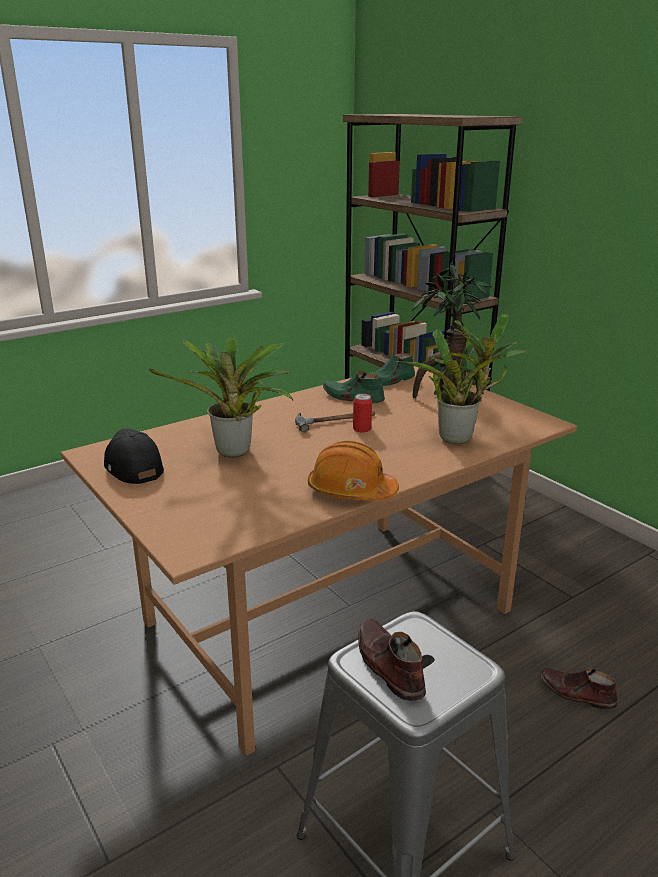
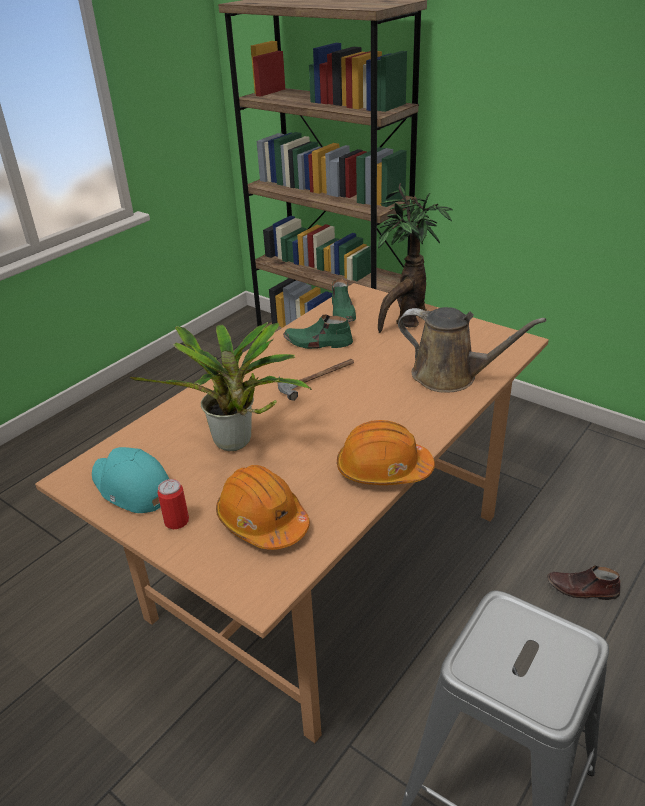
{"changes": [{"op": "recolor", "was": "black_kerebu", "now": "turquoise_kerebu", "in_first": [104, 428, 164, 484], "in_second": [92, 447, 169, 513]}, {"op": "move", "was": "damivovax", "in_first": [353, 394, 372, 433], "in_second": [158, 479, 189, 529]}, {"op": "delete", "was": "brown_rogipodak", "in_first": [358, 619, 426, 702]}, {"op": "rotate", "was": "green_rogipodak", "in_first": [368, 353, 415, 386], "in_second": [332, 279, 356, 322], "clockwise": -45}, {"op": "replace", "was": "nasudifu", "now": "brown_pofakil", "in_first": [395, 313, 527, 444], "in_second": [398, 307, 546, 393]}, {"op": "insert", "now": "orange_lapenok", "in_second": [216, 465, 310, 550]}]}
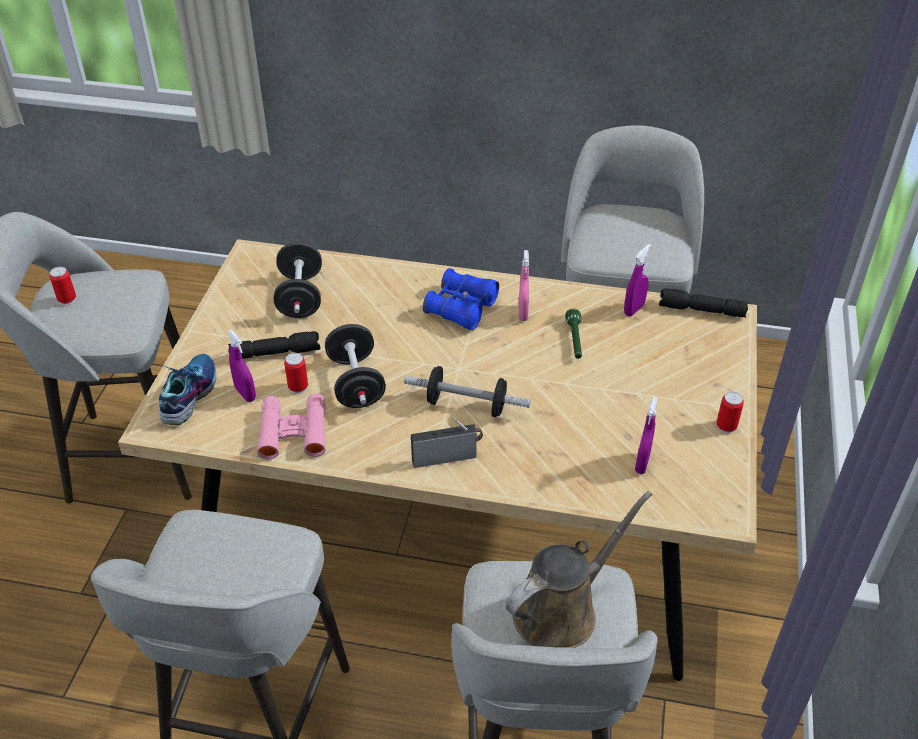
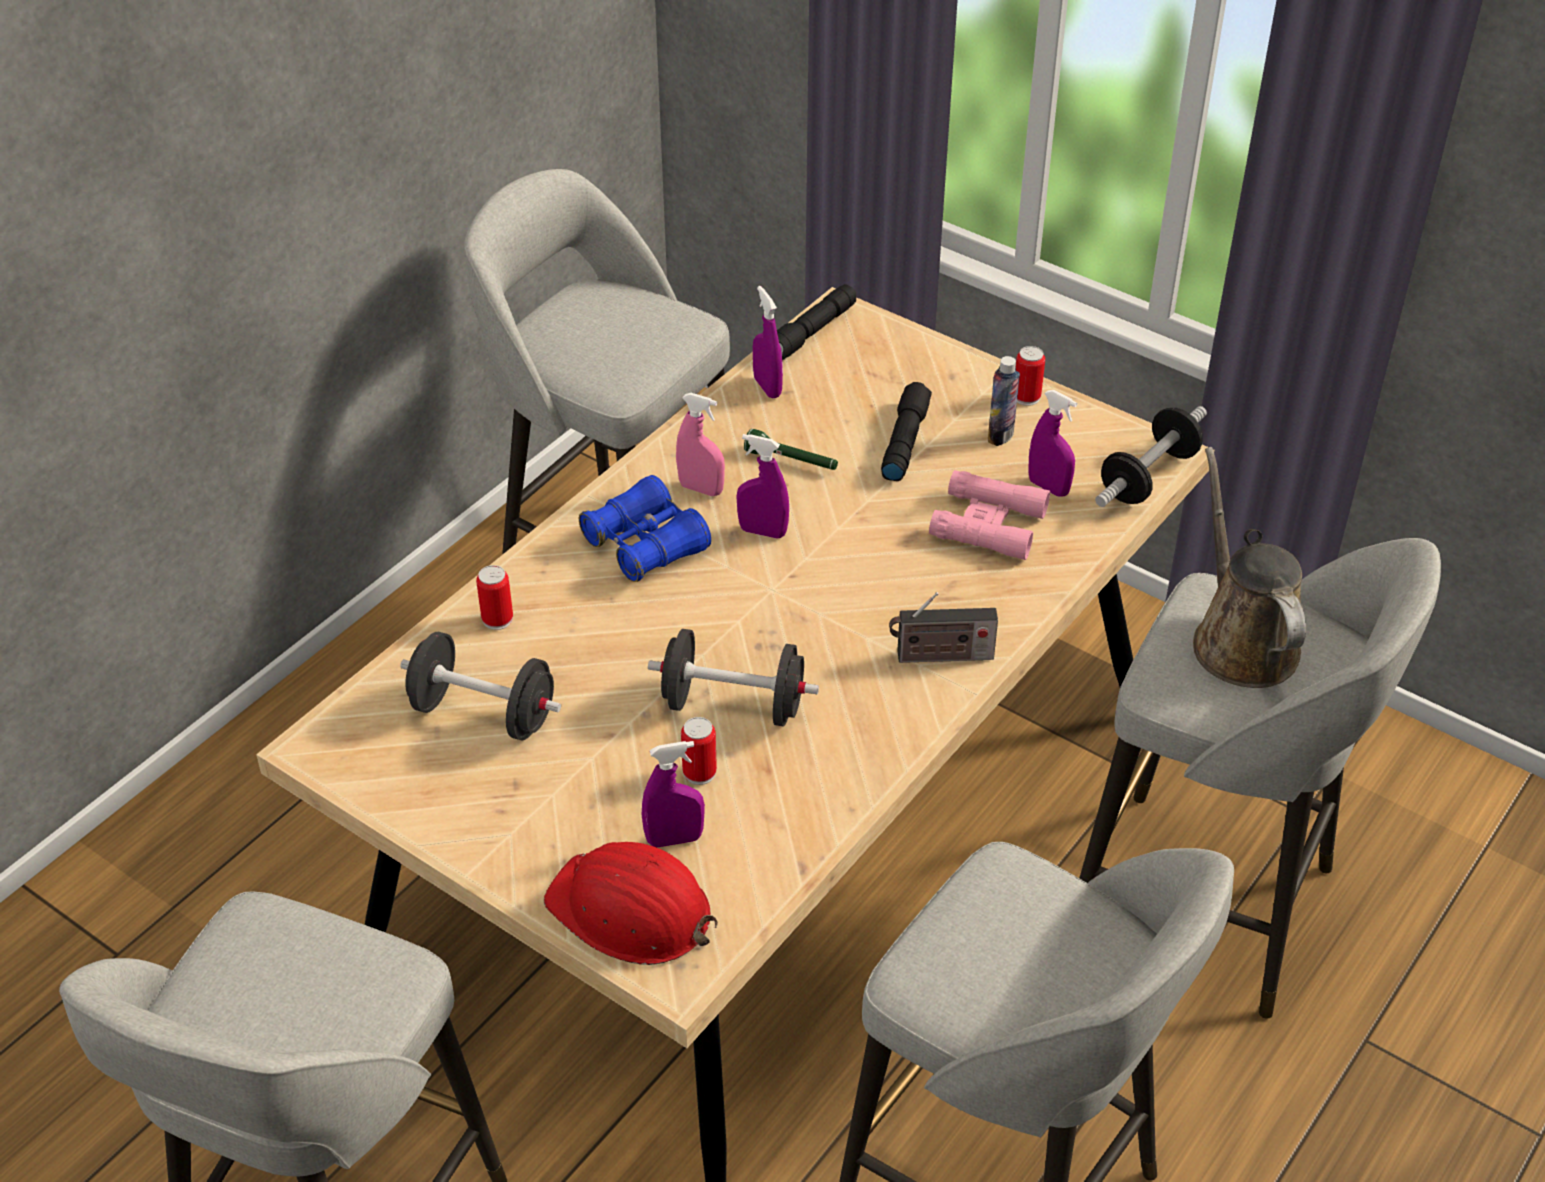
{"changes": [{"op": "move", "was": "damivovax", "in_first": [49, 267, 76, 305], "in_second": [476, 565, 513, 630]}, {"op": "replace", "was": "rogipodak", "now": "red_lapenok", "in_first": [159, 354, 216, 425], "in_second": [544, 842, 718, 965]}, {"op": "move", "was": "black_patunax", "in_first": [228, 331, 320, 359], "in_second": [881, 382, 932, 481]}, {"op": "move", "was": "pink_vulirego", "in_first": [257, 394, 326, 459], "in_second": [929, 470, 1050, 560]}, {"op": "move", "was": "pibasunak", "in_first": [404, 366, 531, 417], "in_second": [1095, 406, 1207, 507]}, {"op": "rotate", "was": "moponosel", "in_first": [411, 417, 483, 468], "in_second": [889, 592, 998, 663], "clockwise": -105}, {"op": "insert", "now": "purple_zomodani", "in_second": [737, 434, 789, 539]}, {"op": "insert", "now": "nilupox", "in_second": [988, 356, 1020, 446]}]}
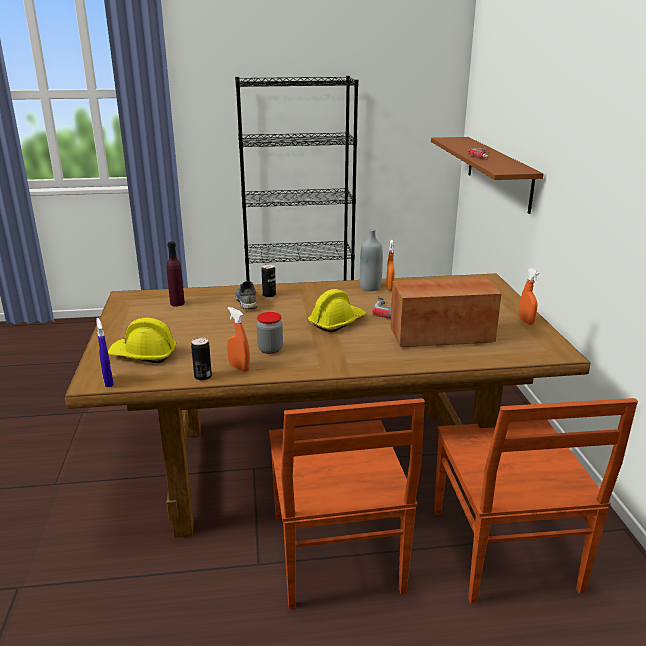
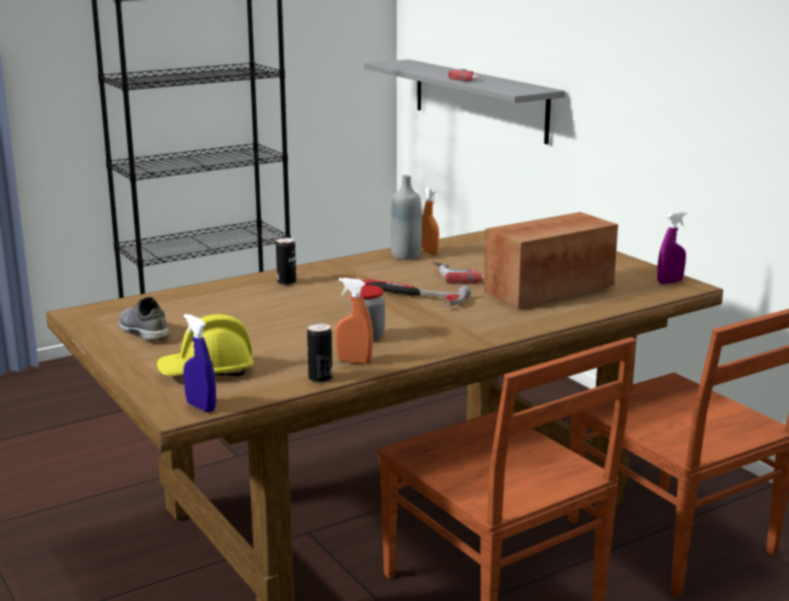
{"changes": [{"op": "delete", "was": "purple_nilupox", "in_first": [167, 241, 185, 307]}, {"op": "move", "was": "grey_rogipodak", "in_first": [235, 281, 257, 309], "in_second": [119, 297, 170, 341]}, {"op": "replace", "was": "yellow_lapenok", "now": "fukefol", "in_first": [308, 289, 366, 332], "in_second": [362, 279, 471, 306]}, {"op": "recolor", "was": "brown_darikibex", "now": "grey_darikibex", "in_first": [431, 137, 544, 214], "in_second": [364, 59, 565, 144]}, {"op": "delete", "was": "orange_zomodani", "in_first": [519, 268, 540, 325]}, {"op": "insert", "now": "purple_zomodani", "in_second": [657, 211, 687, 284]}]}
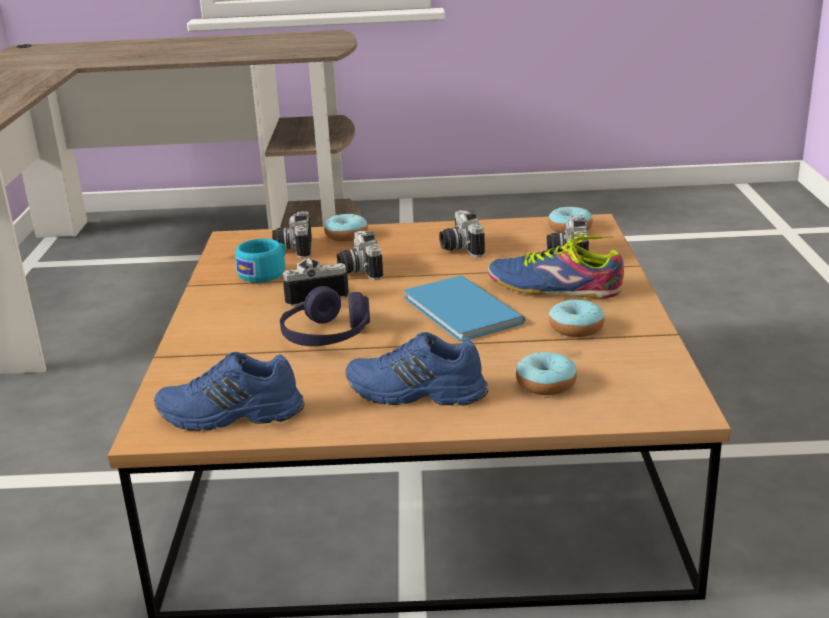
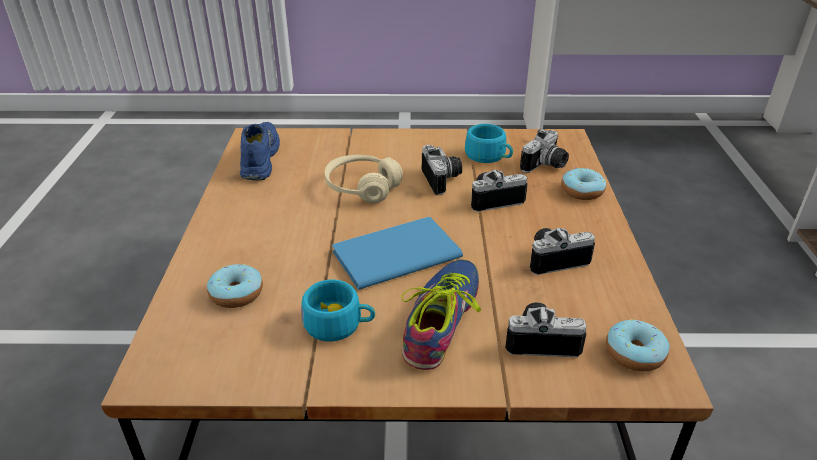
{"changes": [{"op": "rotate", "was": "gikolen", "in_first": [272, 211, 312, 258], "in_second": [520, 129, 569, 173], "clockwise": 135}, {"op": "recolor", "was": "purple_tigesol", "now": "beige_tigesol", "in_first": [280, 286, 370, 346], "in_second": [325, 155, 403, 203]}, {"op": "delete", "was": "blue_rogipodak", "in_first": [346, 332, 488, 406]}, {"op": "replace", "was": "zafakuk", "now": "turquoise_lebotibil", "in_first": [549, 299, 604, 337], "in_second": [301, 280, 375, 342]}]}
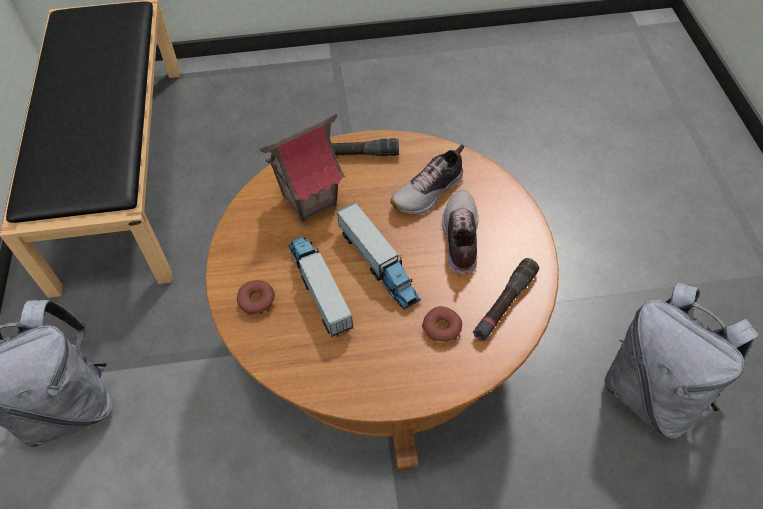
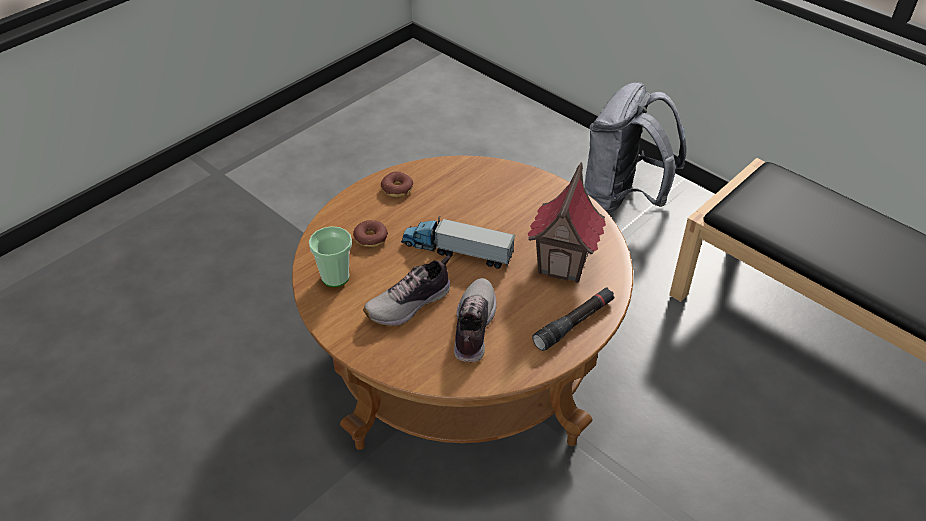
{"changes": [{"op": "move", "was": "zafakuk", "in_first": [237, 280, 275, 315], "in_second": [381, 171, 413, 197]}, {"op": "delete", "was": "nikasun", "in_first": [288, 237, 353, 337]}, {"op": "rotate", "was": "rogipodak", "in_first": [442, 190, 479, 274], "in_second": [363, 255, 451, 326], "clockwise": 90}, {"op": "replace", "was": "black_patunax", "now": "lebotibil", "in_first": [473, 258, 539, 341], "in_second": [309, 226, 352, 287]}, {"op": "delete", "was": "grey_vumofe", "in_first": [604, 282, 759, 439]}]}
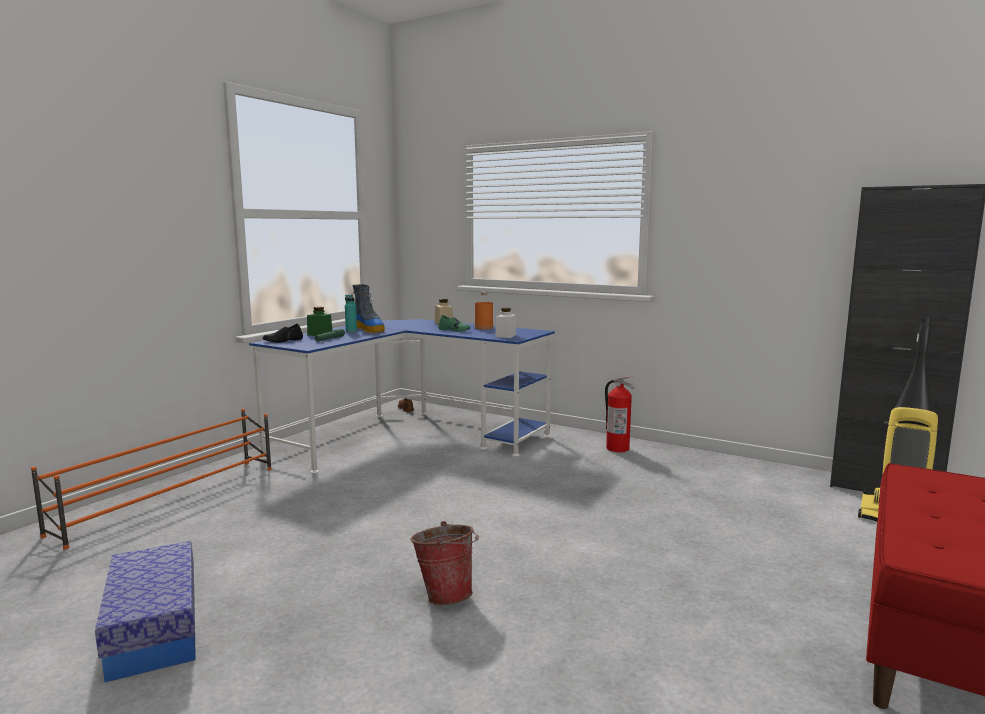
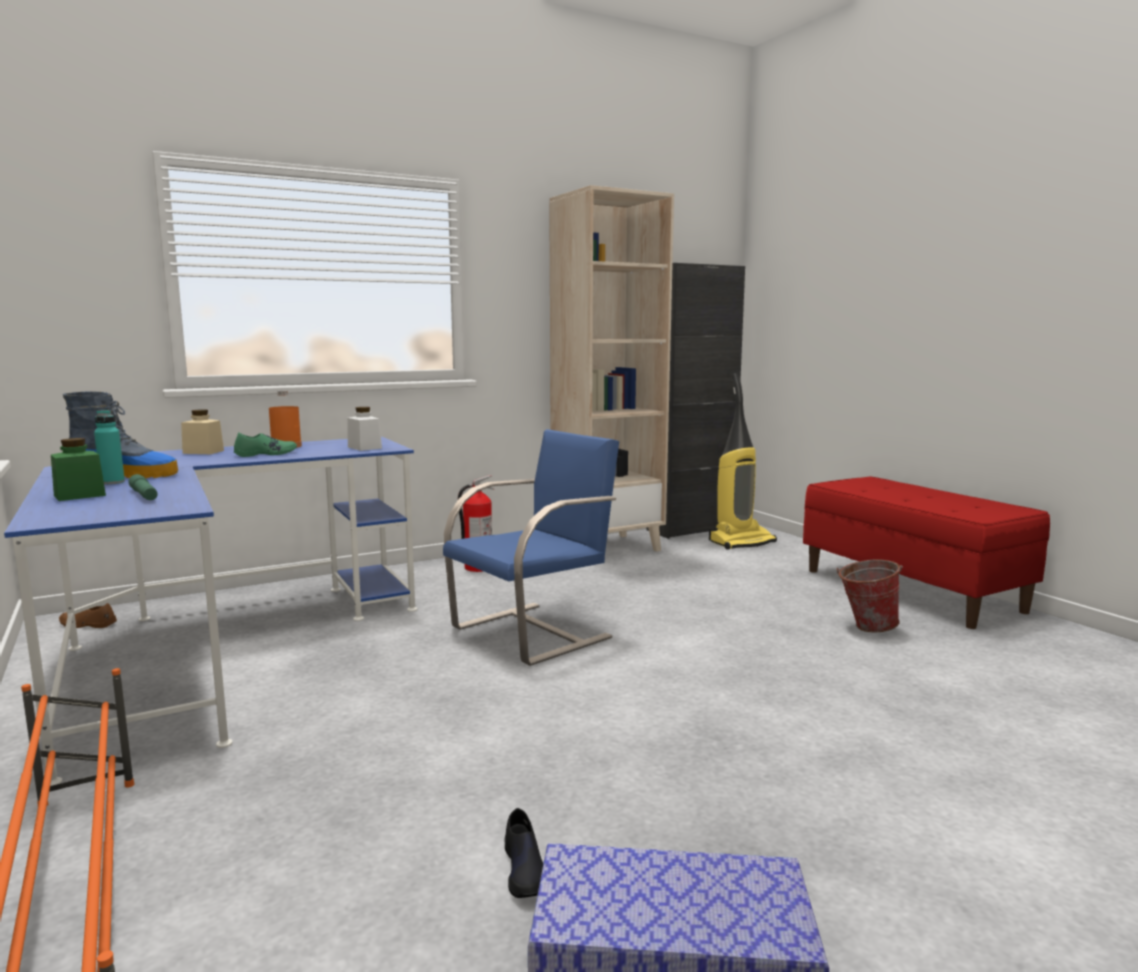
{"changes": [{"op": "move", "was": "black_rogipodak", "in_first": [263, 323, 303, 343], "in_second": [504, 808, 543, 898]}, {"op": "move", "was": "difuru", "in_first": [411, 521, 479, 605], "in_second": [837, 560, 903, 633]}, {"op": "insert", "now": "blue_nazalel", "in_second": [443, 429, 619, 666]}, {"op": "insert", "now": "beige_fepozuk", "in_second": [549, 185, 674, 552]}]}
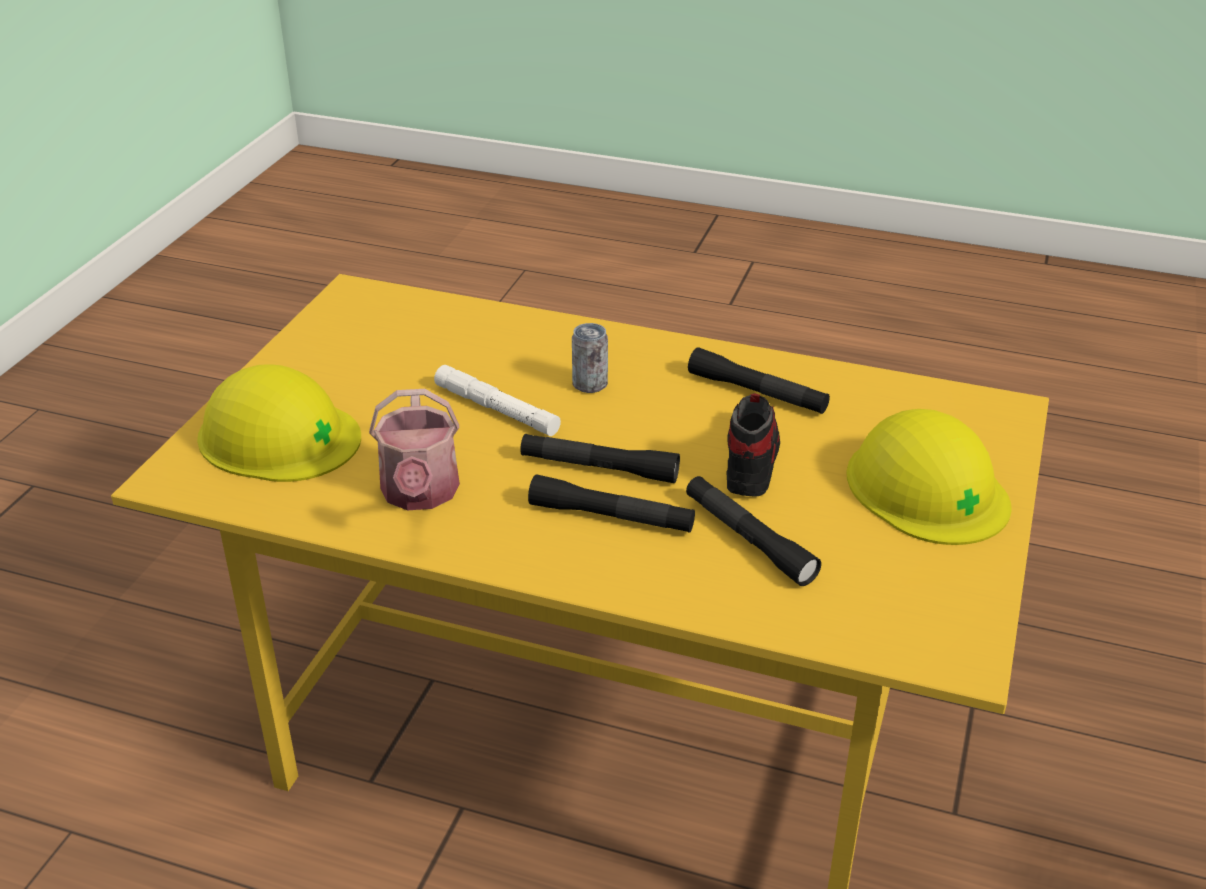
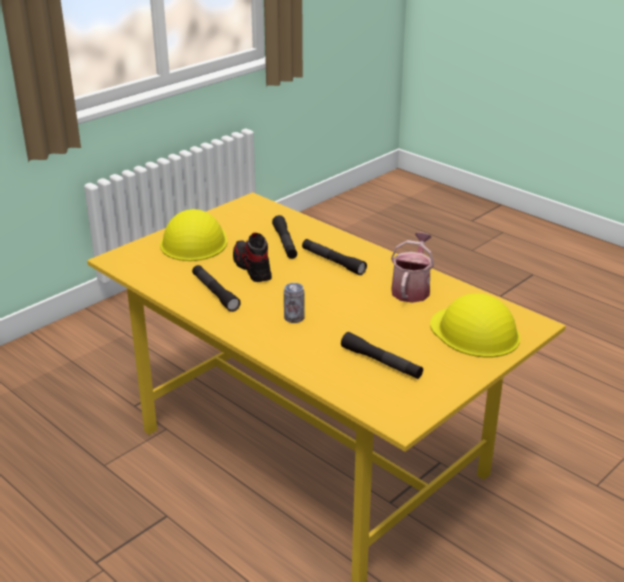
{"changes": [{"op": "delete", "was": "white_patunax", "in_first": [434, 365, 561, 436]}, {"op": "move", "was": "black_patunax", "in_first": [520, 434, 680, 483], "in_second": [341, 332, 423, 379]}, {"op": "rotate", "was": "rogipodak", "in_first": [726, 393, 780, 496], "in_second": [233, 233, 272, 282], "clockwise": 120}]}
